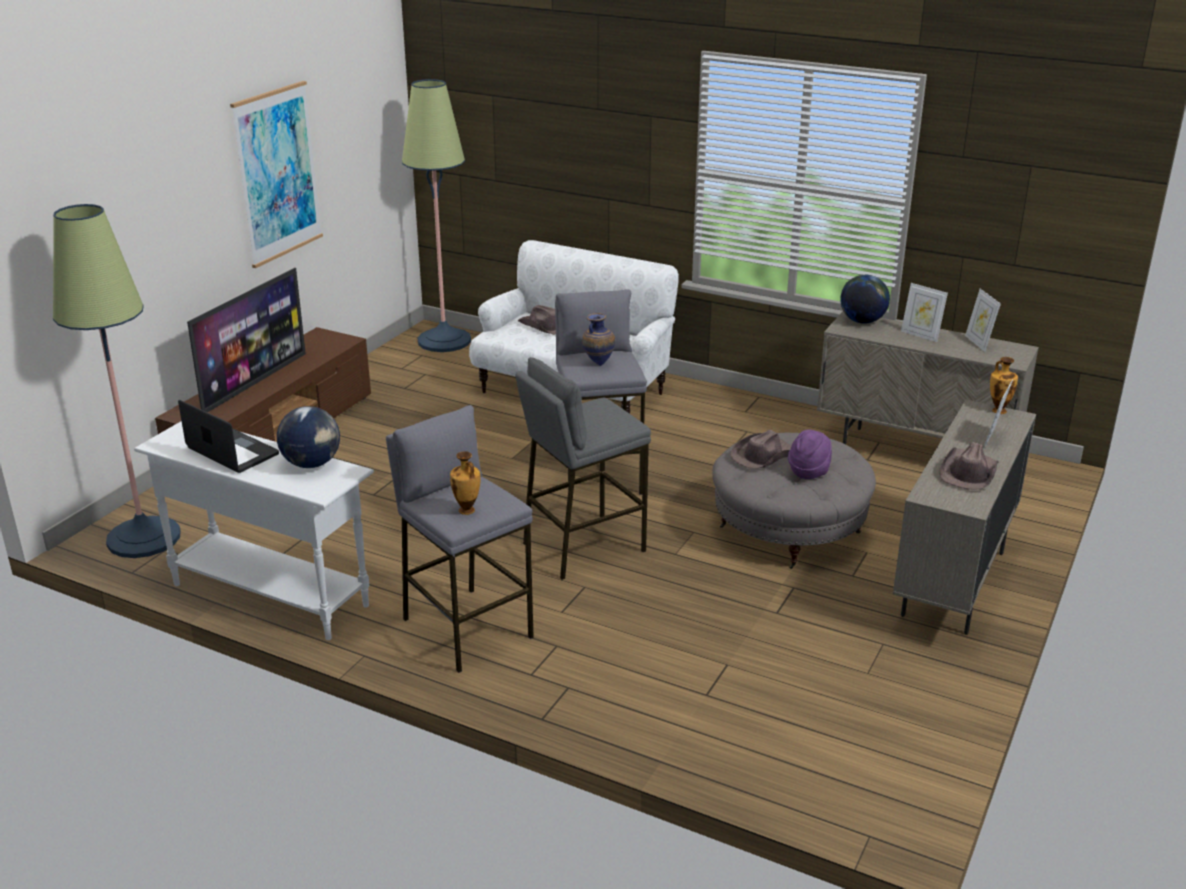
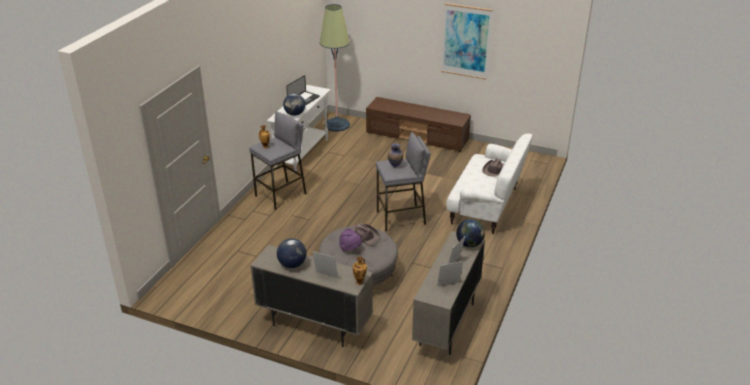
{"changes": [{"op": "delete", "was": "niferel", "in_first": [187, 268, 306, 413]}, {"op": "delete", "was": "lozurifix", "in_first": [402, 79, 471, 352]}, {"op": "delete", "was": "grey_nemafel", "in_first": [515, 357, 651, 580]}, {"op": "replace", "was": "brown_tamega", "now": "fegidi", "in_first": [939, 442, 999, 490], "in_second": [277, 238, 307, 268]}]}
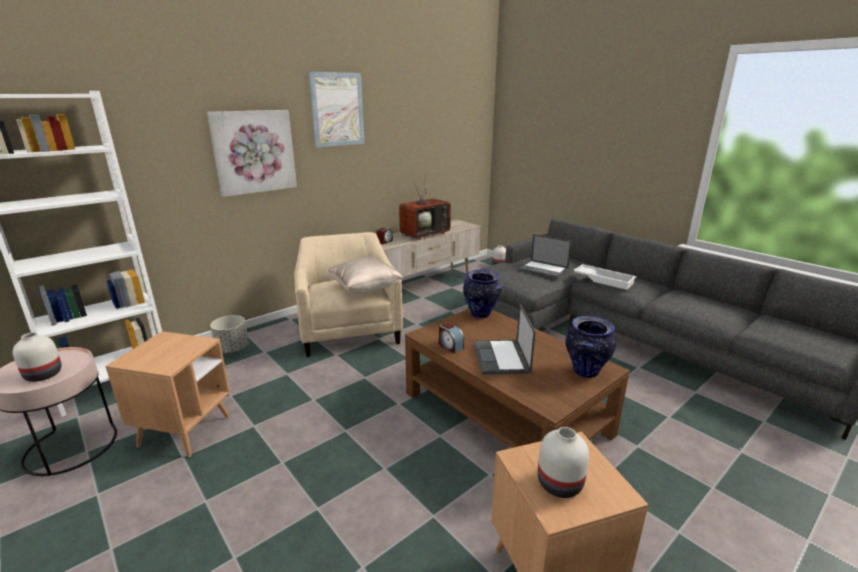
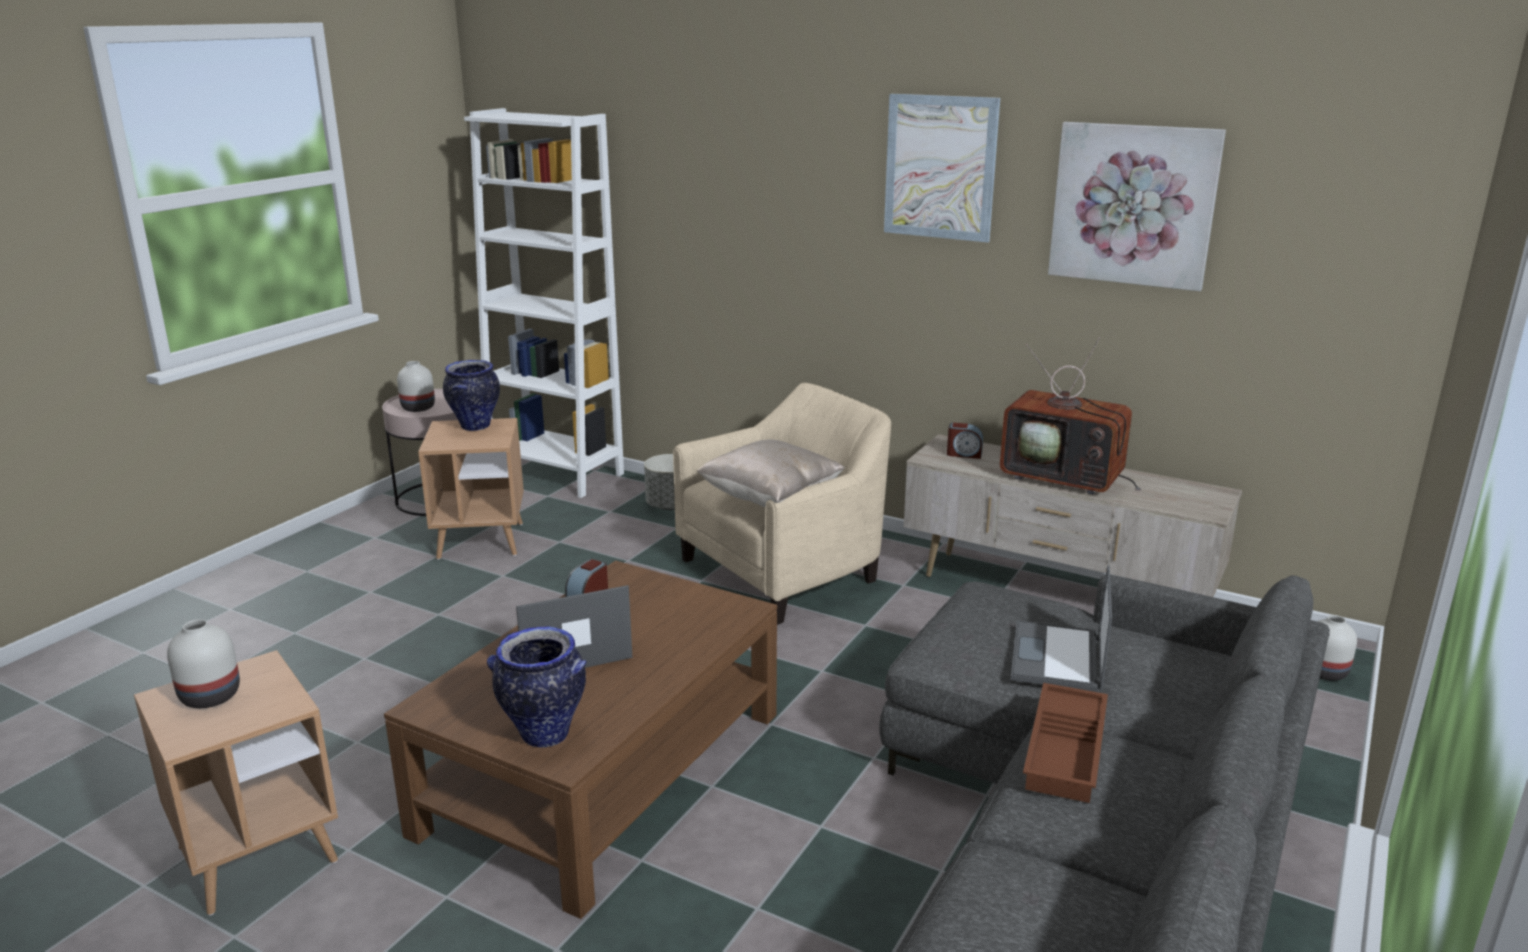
{"changes": [{"op": "move", "was": "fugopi", "in_first": [207, 110, 297, 197], "in_second": [1048, 122, 1226, 291]}, {"op": "move", "was": "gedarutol", "in_first": [463, 270, 503, 318], "in_second": [443, 360, 500, 431]}, {"op": "recolor", "was": "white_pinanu", "now": "brown_pinanu", "in_first": [573, 264, 637, 290], "in_second": [1023, 683, 1108, 803]}]}
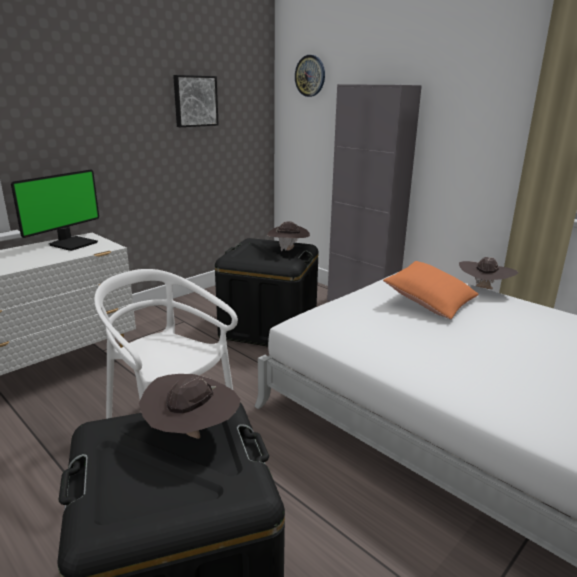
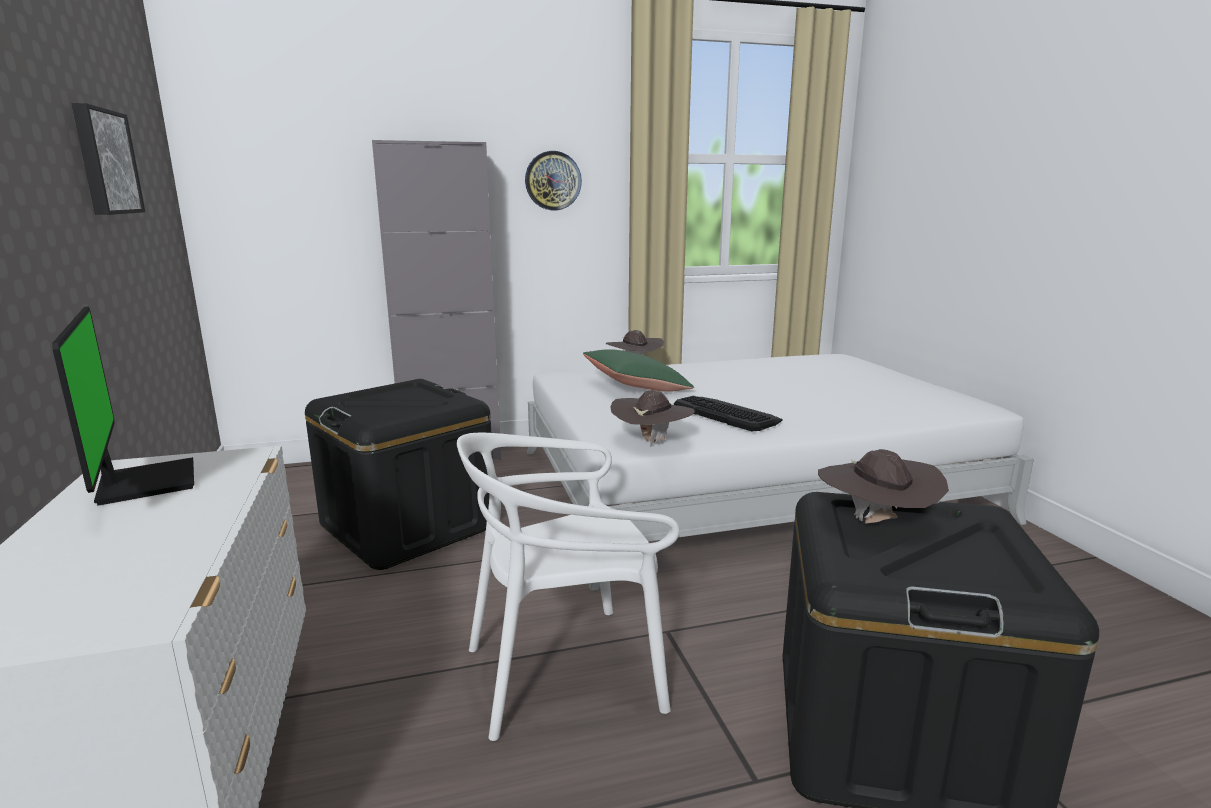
{"changes": [{"op": "move", "was": "brown_tamega", "in_first": [267, 221, 310, 251], "in_second": [610, 390, 695, 447]}, {"op": "move", "was": "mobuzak", "in_first": [295, 55, 325, 97], "in_second": [525, 151, 582, 210]}, {"op": "recolor", "was": "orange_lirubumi", "now": "green_lirubumi", "in_first": [383, 261, 479, 319], "in_second": [583, 349, 694, 392]}, {"op": "insert", "now": "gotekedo", "in_second": [674, 396, 782, 431]}]}
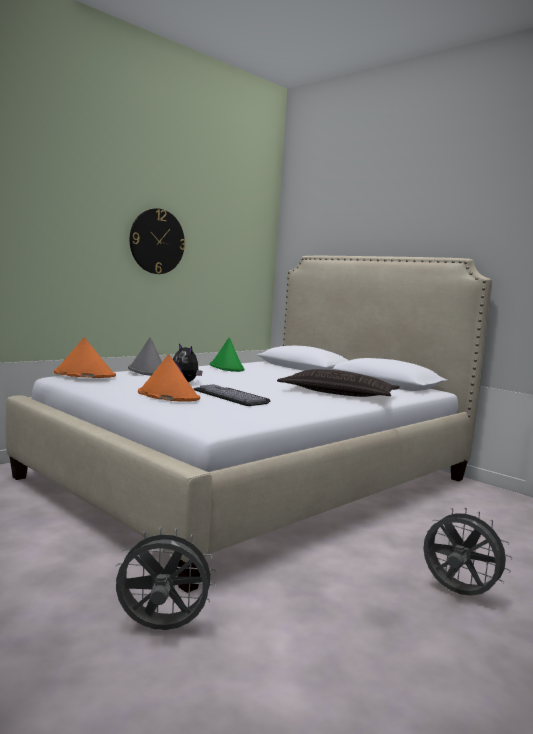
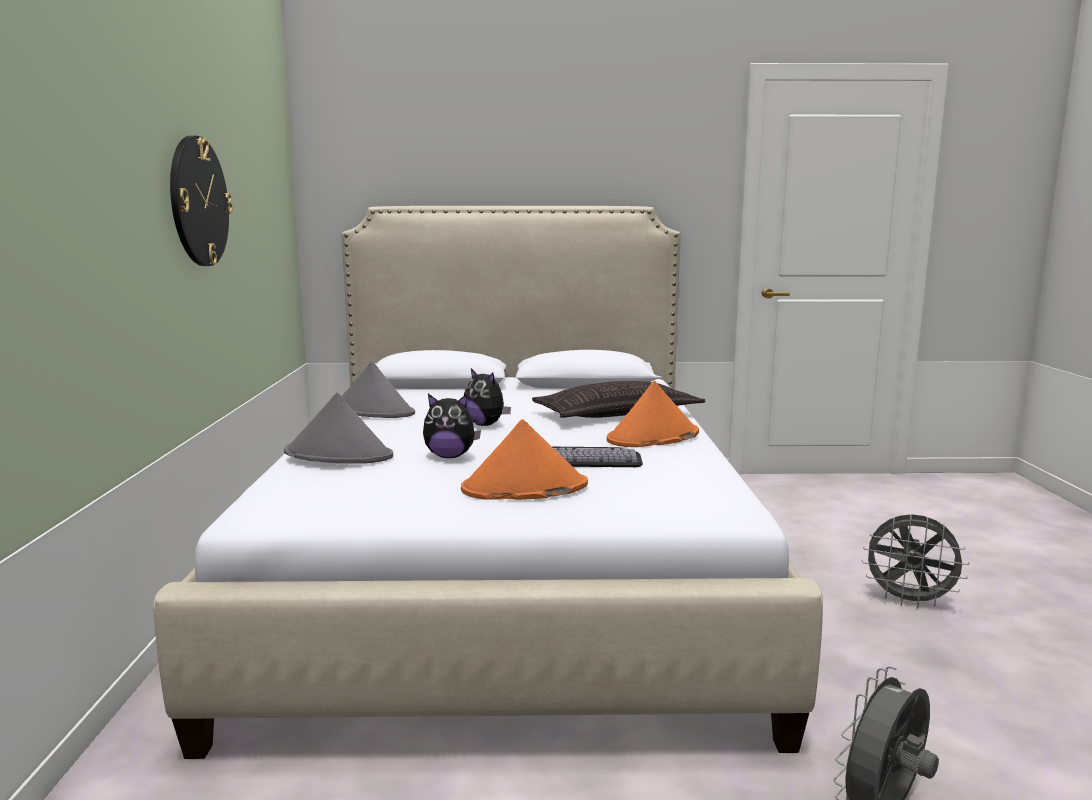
{"changes": [{"op": "move", "was": "orange_tamega", "in_first": [54, 338, 116, 378], "in_second": [607, 381, 699, 447]}, {"op": "recolor", "was": "green_tamega", "now": "grey_tamega", "in_first": [210, 337, 245, 372], "in_second": [342, 361, 415, 418]}, {"op": "rotate", "was": "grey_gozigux", "in_first": [423, 507, 513, 596], "in_second": [862, 514, 970, 609], "clockwise": -150}, {"op": "insert", "now": "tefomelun", "in_second": [464, 368, 511, 426]}]}
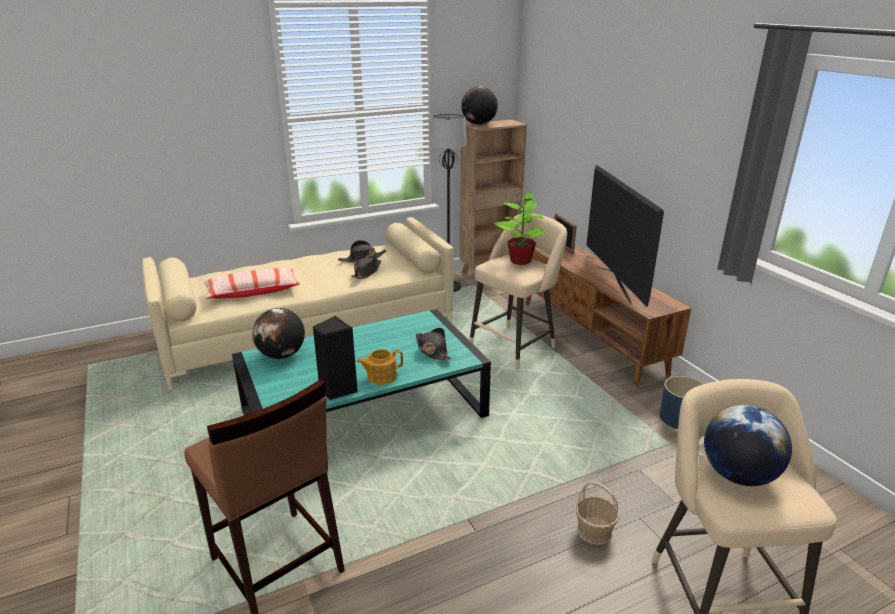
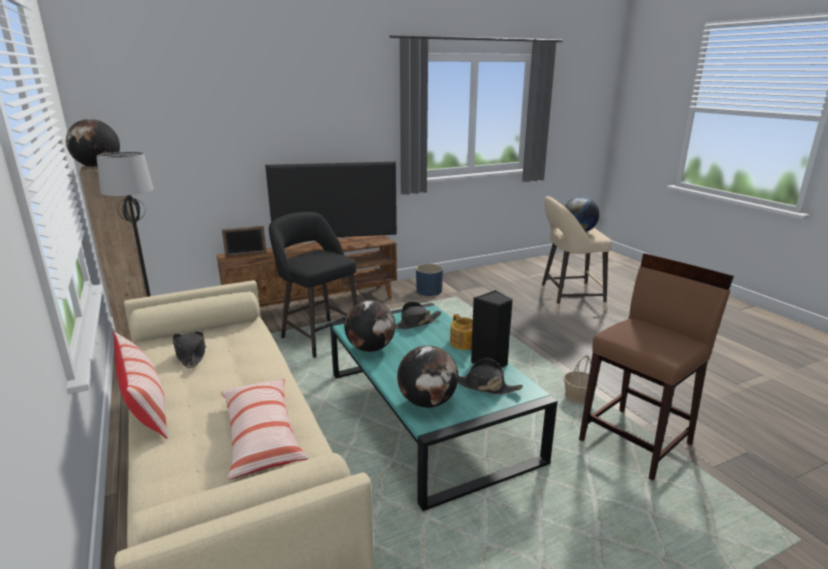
{"changes": [{"op": "move", "was": "black_tamega", "in_first": [351, 256, 381, 279], "in_second": [458, 358, 523, 395]}, {"op": "recolor", "was": "beige_nemafel", "now": "black_nemafel", "in_first": [469, 214, 567, 370], "in_second": [269, 212, 358, 358]}, {"op": "delete", "was": "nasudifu", "in_first": [494, 192, 548, 265]}, {"op": "move", "was": "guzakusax", "in_first": [576, 481, 619, 545], "in_second": [563, 355, 597, 404]}, {"op": "insert", "now": "lirubumi", "in_second": [113, 331, 168, 439]}, {"op": "insert", "now": "fegidi", "in_second": [344, 300, 395, 352]}]}
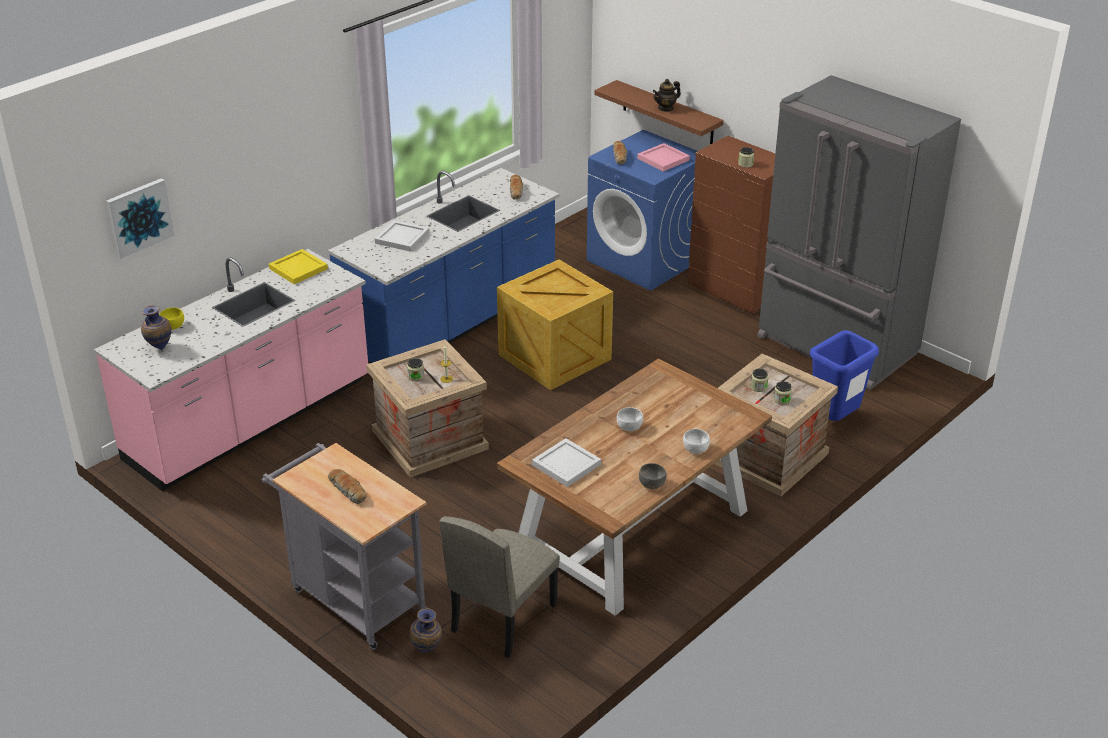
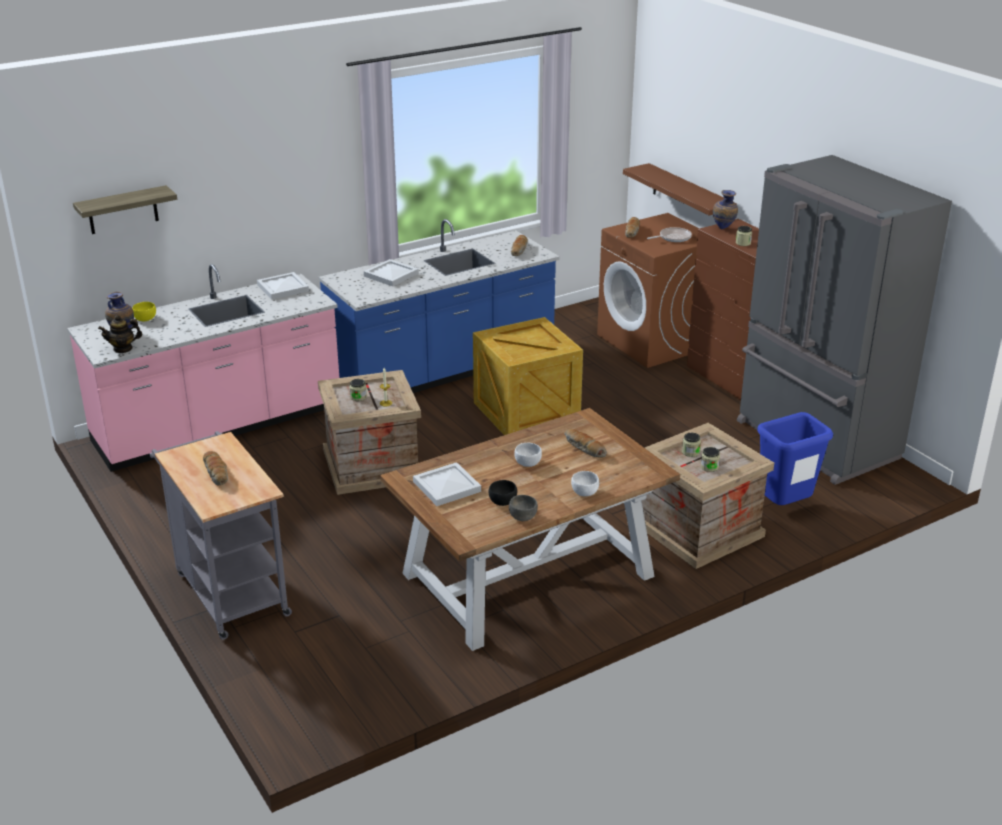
{"changes": [{"op": "replace", "was": "fugopi", "now": "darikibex", "in_first": [106, 178, 174, 259], "in_second": [73, 185, 177, 234]}, {"op": "recolor", "was": "yellow_pinanu", "now": "white_pinanu", "in_first": [269, 249, 328, 284], "in_second": [257, 272, 309, 300]}, {"op": "move", "was": "gedarutol", "in_first": [409, 608, 442, 653], "in_second": [713, 190, 738, 229]}, {"op": "delete", "was": "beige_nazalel", "in_first": [439, 516, 560, 658]}, {"op": "recolor", "was": "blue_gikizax", "now": "brown_gikizax", "in_first": [587, 130, 697, 291], "in_second": [597, 213, 700, 368]}, {"op": "replace", "was": "pink_pinanu", "now": "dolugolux", "in_first": [637, 143, 690, 171], "in_second": [647, 227, 692, 242]}, {"op": "move", "was": "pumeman", "in_first": [653, 79, 681, 112], "in_second": [98, 315, 142, 353]}, {"op": "insert", "now": "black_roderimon", "in_second": [489, 480, 517, 506]}, {"op": "insert", "now": "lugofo", "in_second": [564, 429, 607, 458]}]}
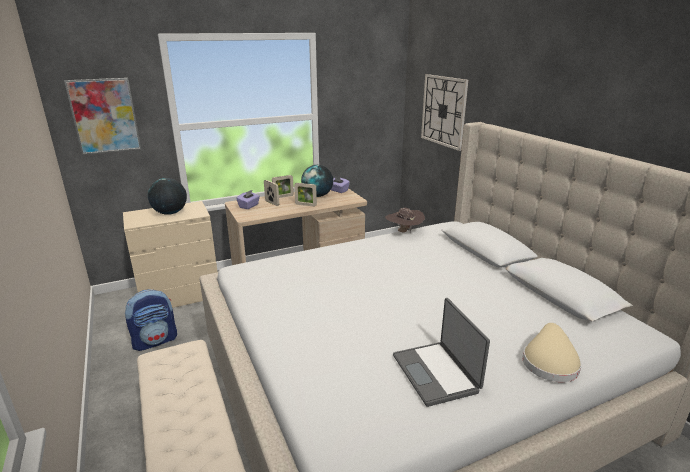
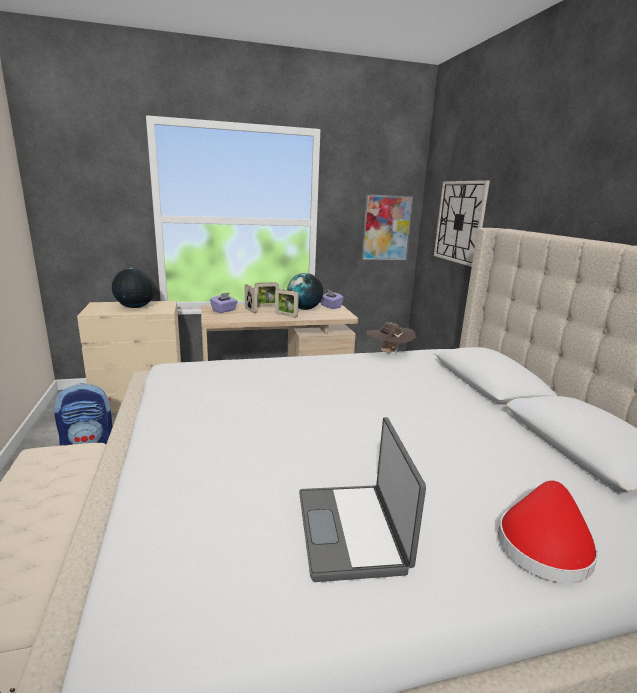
{"changes": [{"op": "move", "was": "fugopi", "in_first": [64, 78, 141, 155], "in_second": [361, 194, 414, 260]}, {"op": "recolor", "was": "beige_tamega", "now": "red_tamega", "in_first": [522, 323, 582, 382], "in_second": [498, 481, 598, 583]}]}
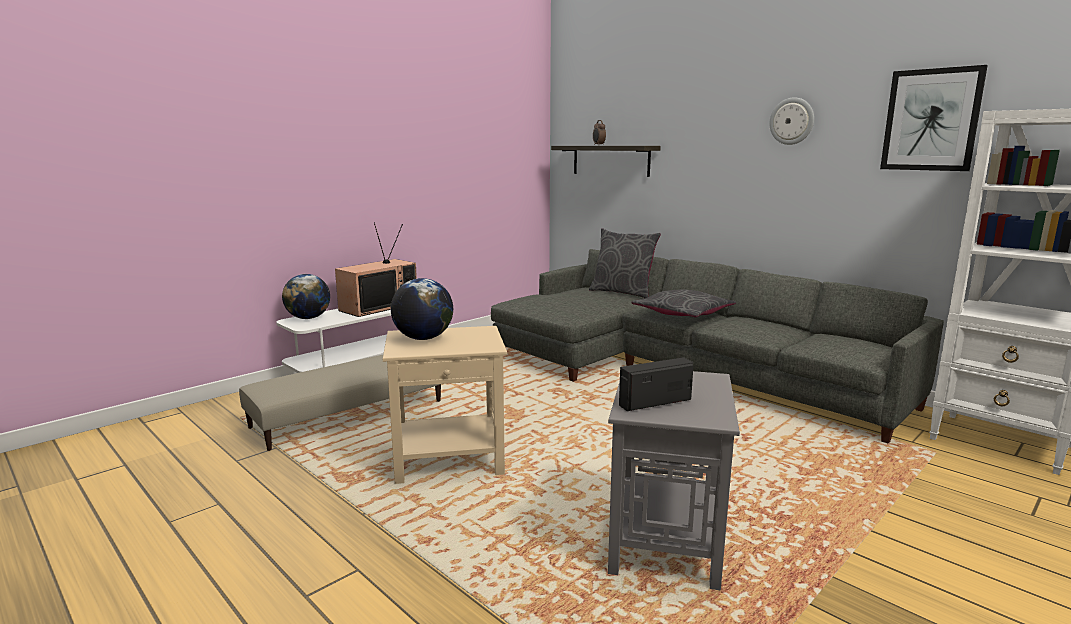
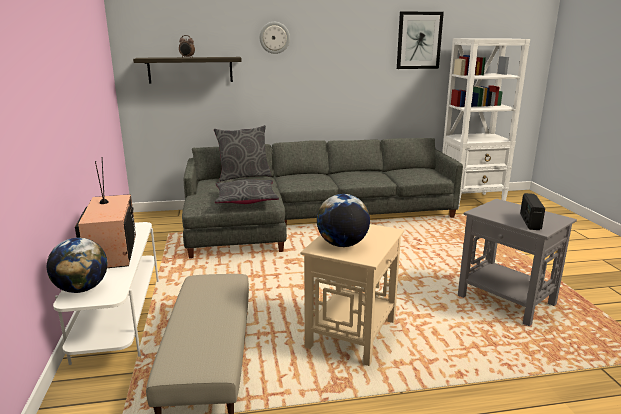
{"changes": [{"op": "move", "was": "grey_lirubumi", "in_first": [631, 289, 736, 317], "in_second": [215, 179, 279, 204]}, {"op": "move", "was": "mobuzak", "in_first": [769, 97, 814, 145], "in_second": [259, 22, 290, 54]}]}
